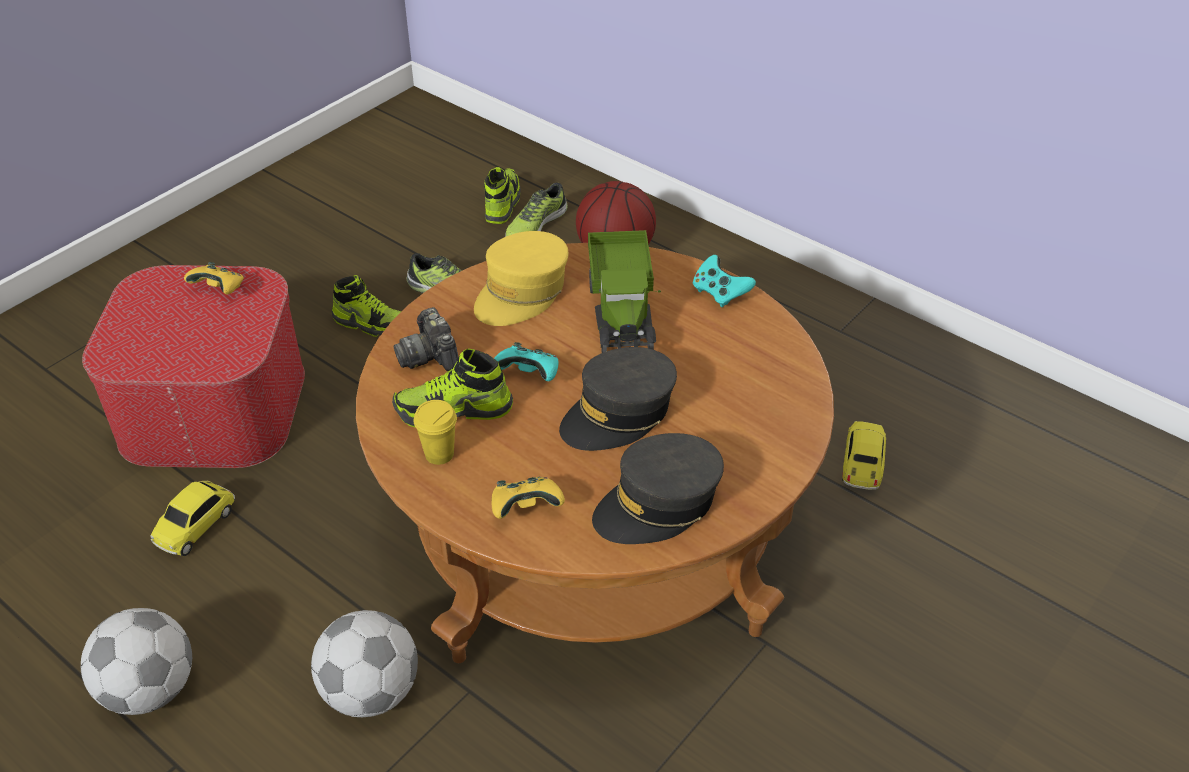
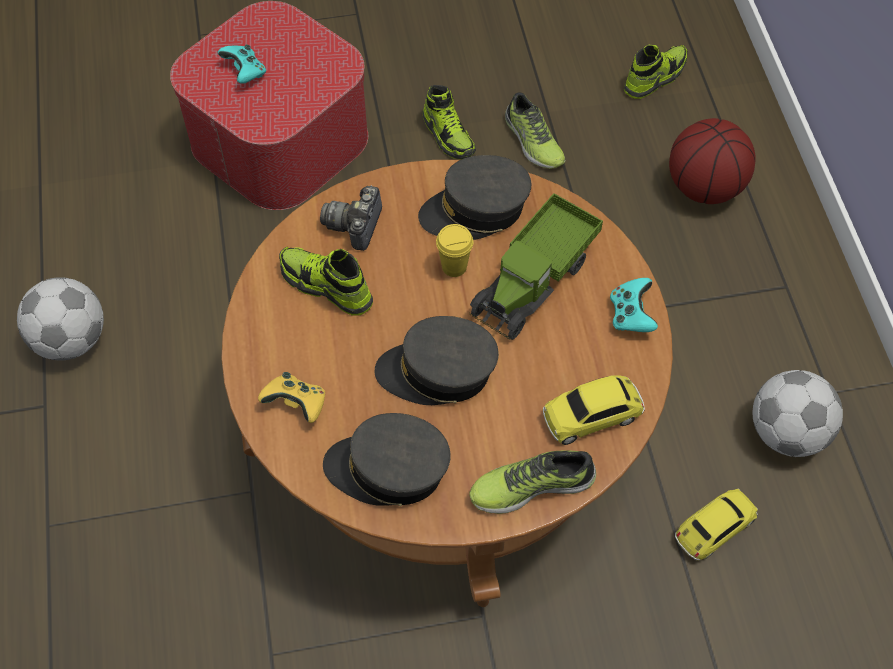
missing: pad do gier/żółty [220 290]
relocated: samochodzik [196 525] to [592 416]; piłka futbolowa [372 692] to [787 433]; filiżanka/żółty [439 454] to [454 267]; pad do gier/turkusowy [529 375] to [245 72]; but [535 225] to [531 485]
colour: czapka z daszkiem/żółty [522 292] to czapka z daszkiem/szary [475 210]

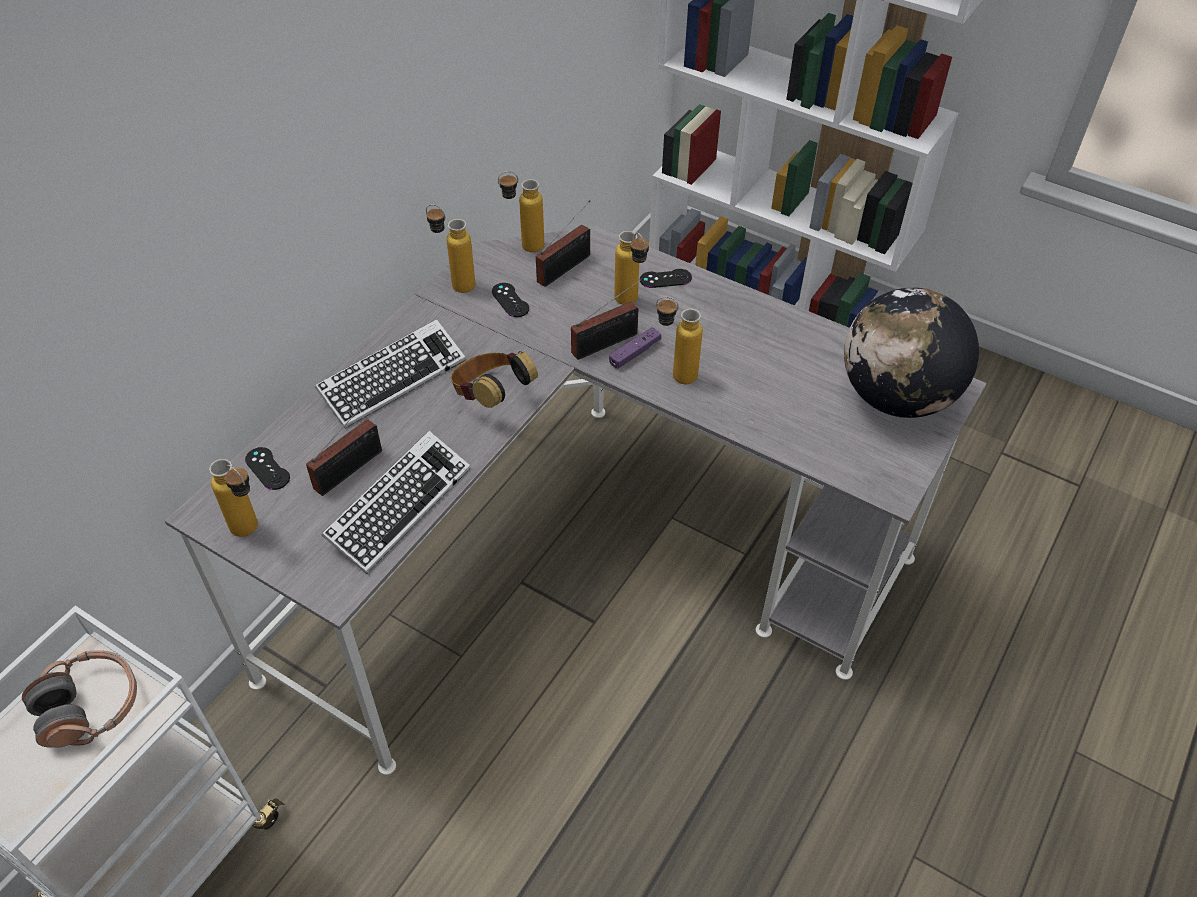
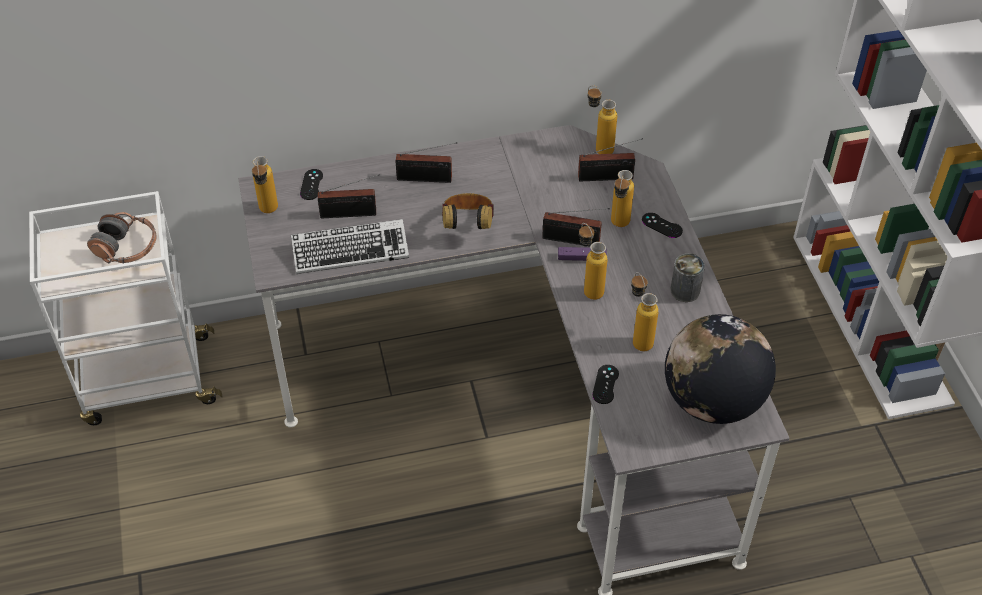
appeared: puszka [685 290]
relocated: butelka [454 284] to [638 338]; pad do gier/czarny [510 300] to [605 384]
exchanged: klawiatura [392 379] to radio [427 179]

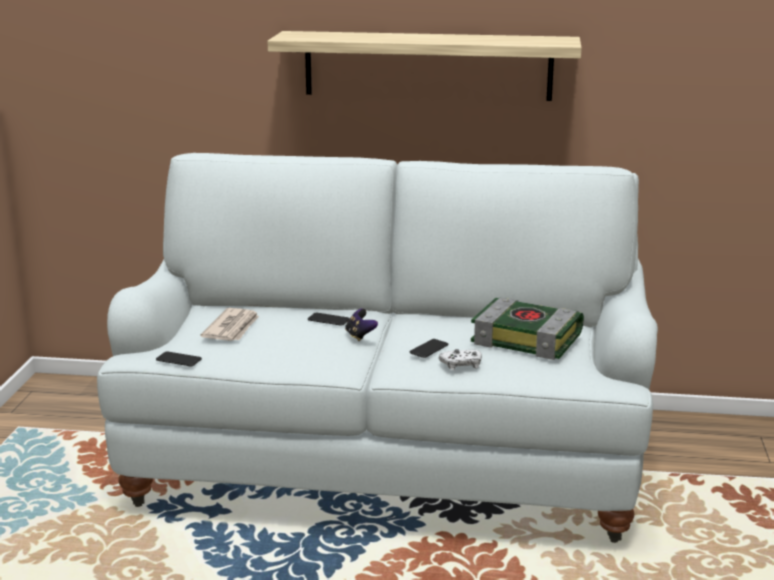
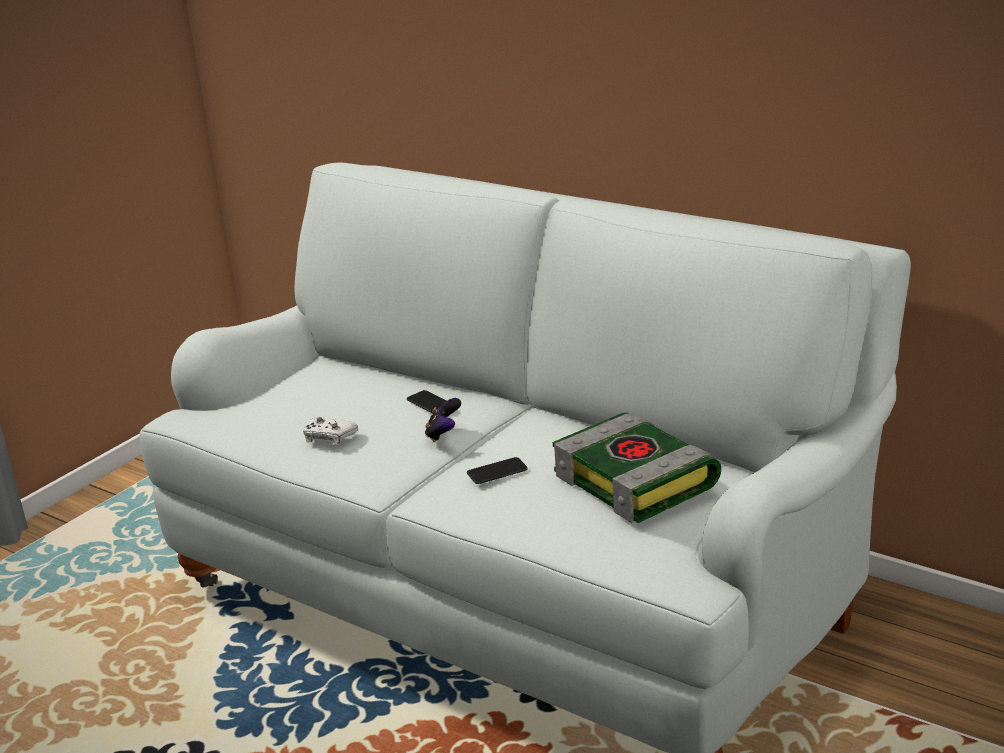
missing: telefon [178 360]; gazeta [232 328]; półka [427 65]
relocated: pad do gier/biały [461 364] to [328 437]

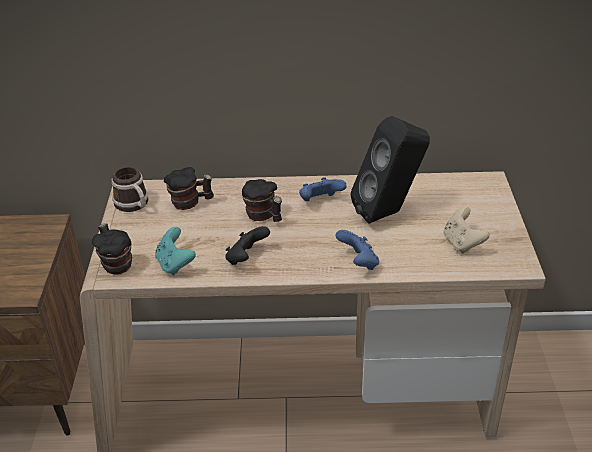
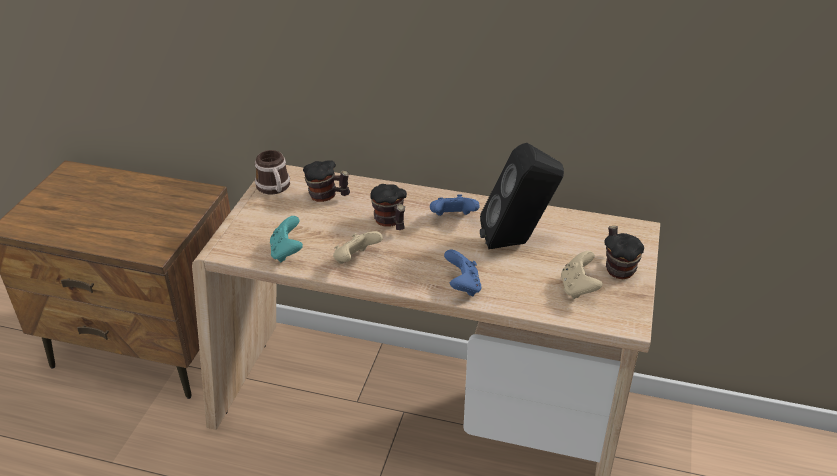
relocated: kubek [116 263] to [617 267]
colour: pad do gier/czarny [246 258] to pad do gier/beżowy [355 260]

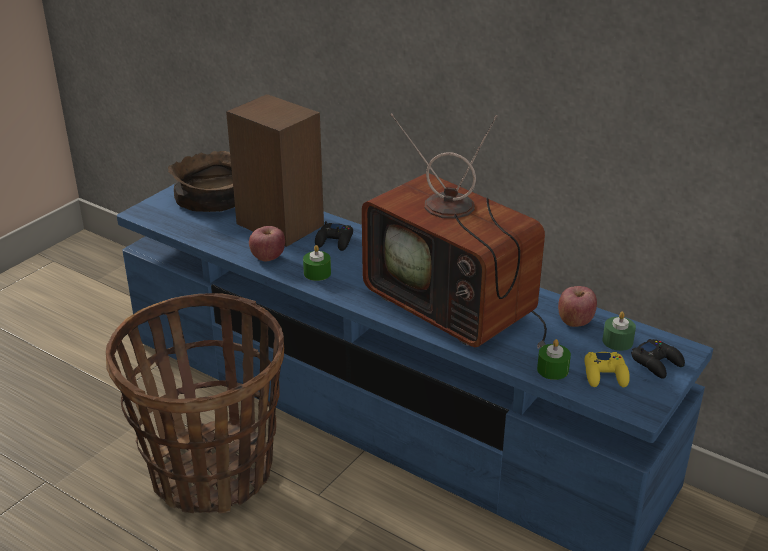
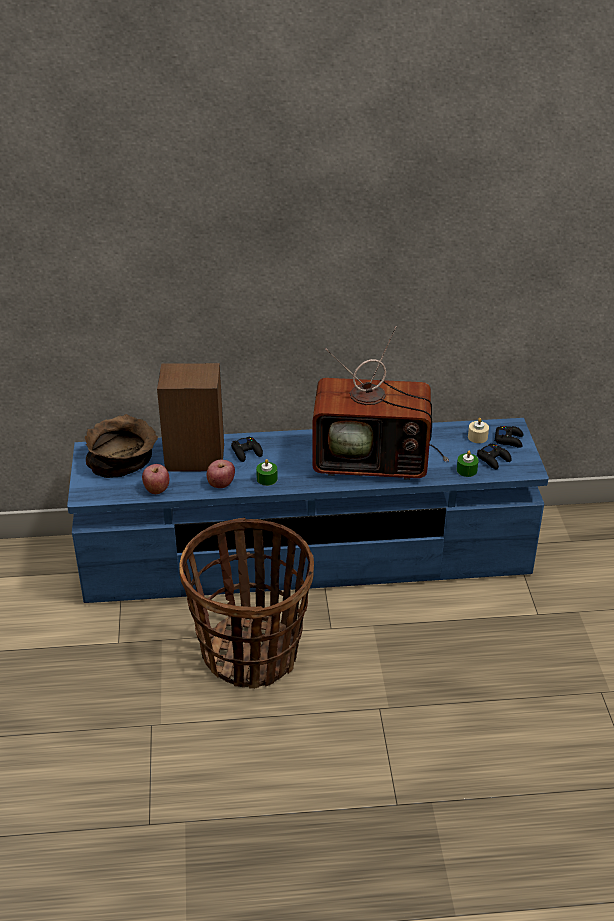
relocated: jabłko [575 321] to [156 489]
colour: pad do gier/żółty [605 375] to pad do gier/czarny [493 459]; świeca/zielony [617 341] to świeca/beżowy [477 437]

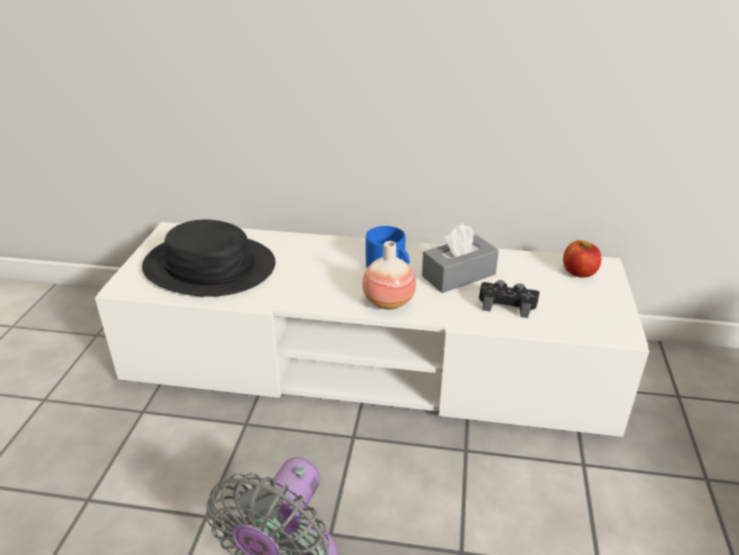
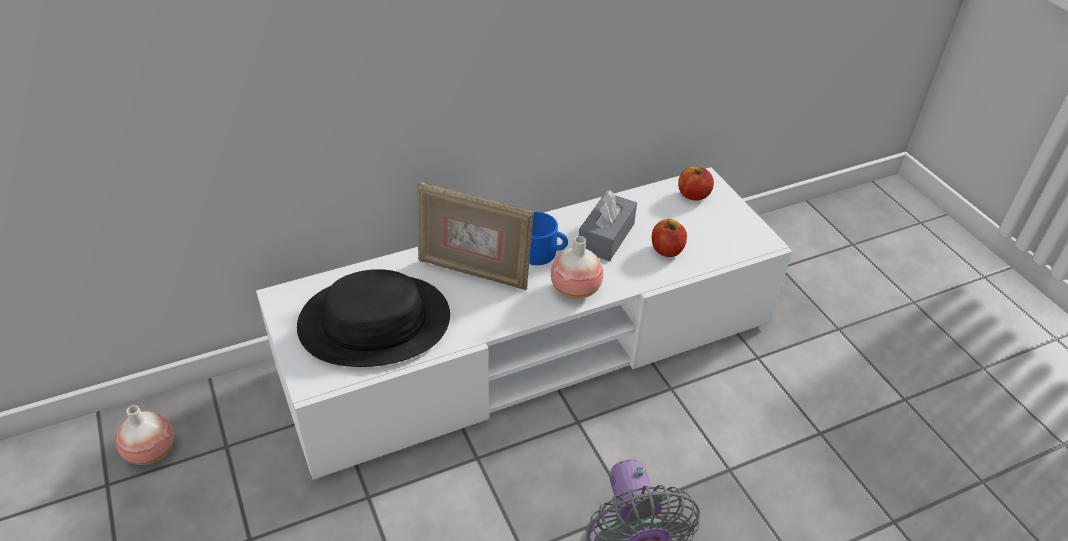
appeared: wazon [151 451]; ramka na zdjęcie [474 271]
exchanged: pad do gier/czarny [507 303] to jabłko [667 250]

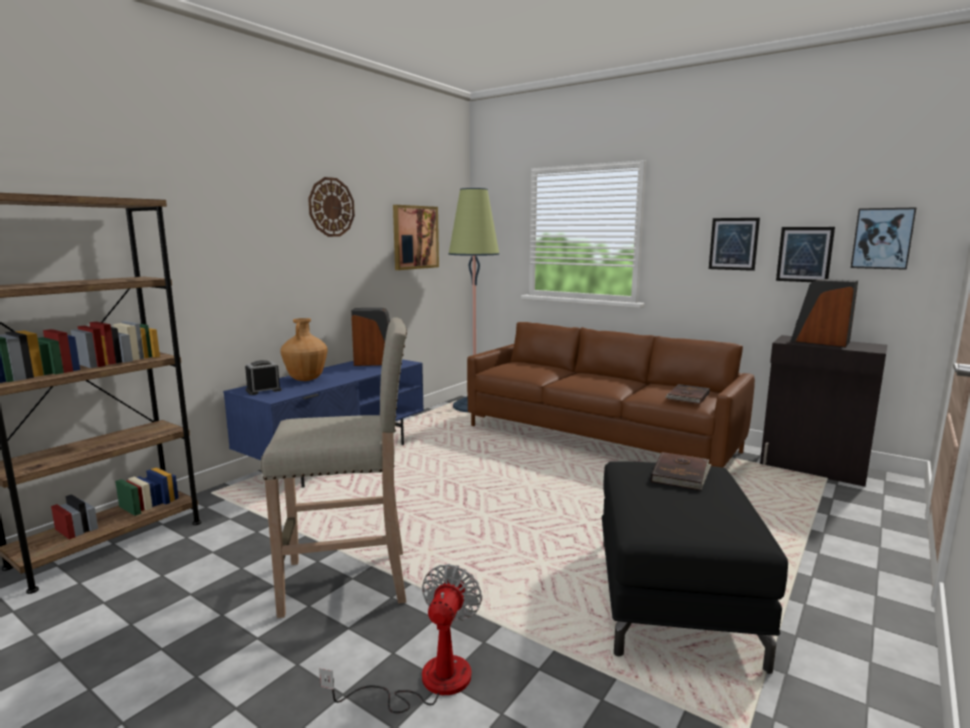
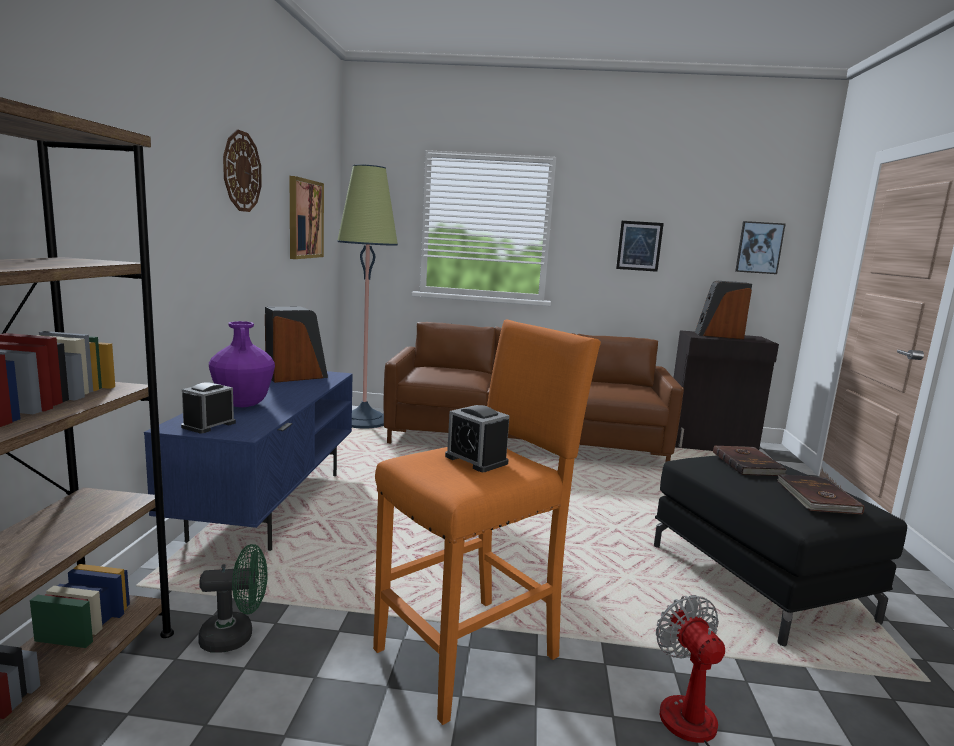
missing: obraz [804 254]
appeared: wentylator/zielony [235 636]; budzik [476 460]
relocated: książka/brązowy [687 396] to [816 497]
colour: stołek/beżowy [349 582] to stołek/pomarańczowy [471 652]; wazon/brązowy [306 379] to wazon/fioletowy [243 405]

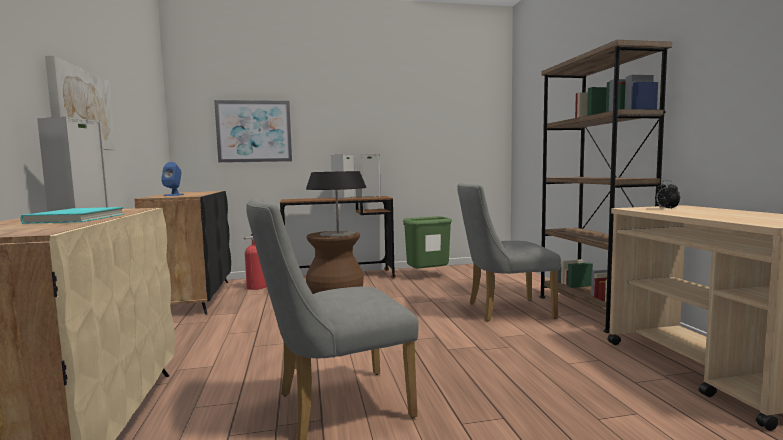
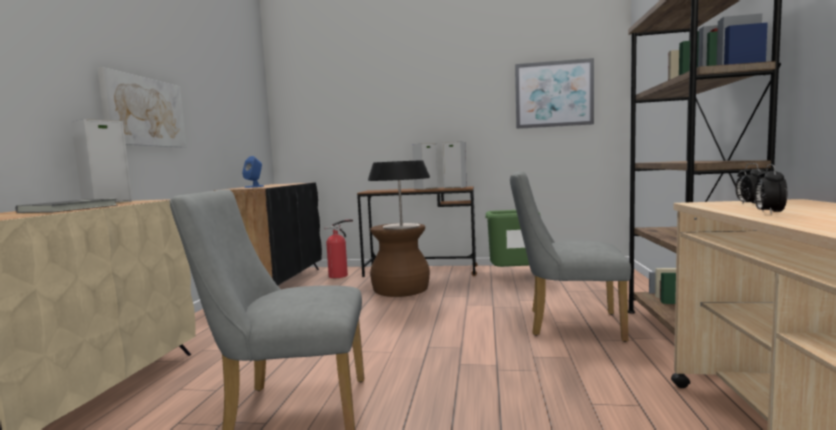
appeared: budzik [768 213]
relocated: obraz [254 131] to [554 94]
colour: książka/turkusowy [80 218] to książka/szary [72 208]

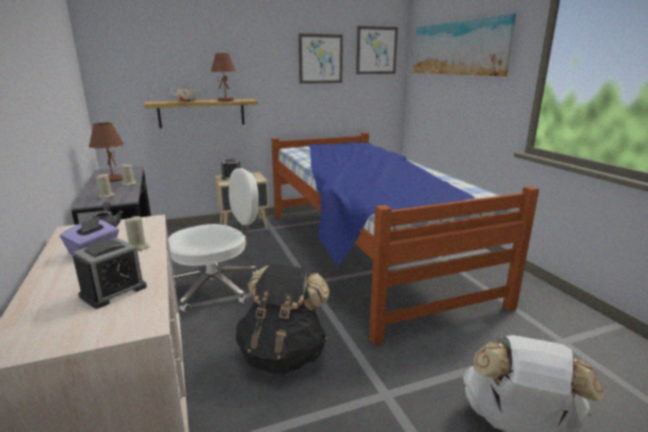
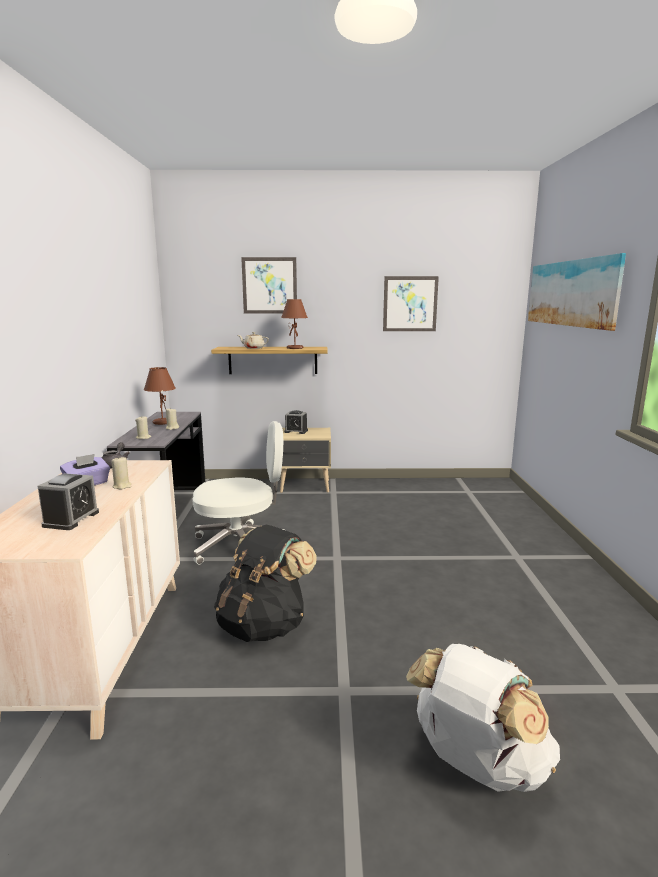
missing: łóżko [365 252]
relocated: obraz [376 50] to [269 285]
spun: budzik [113 291] = [71 519] 45 degrees counterclockwise

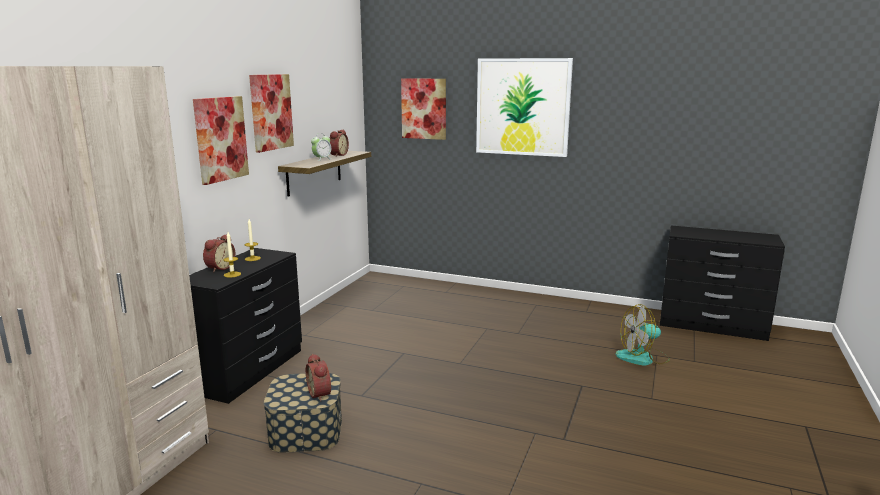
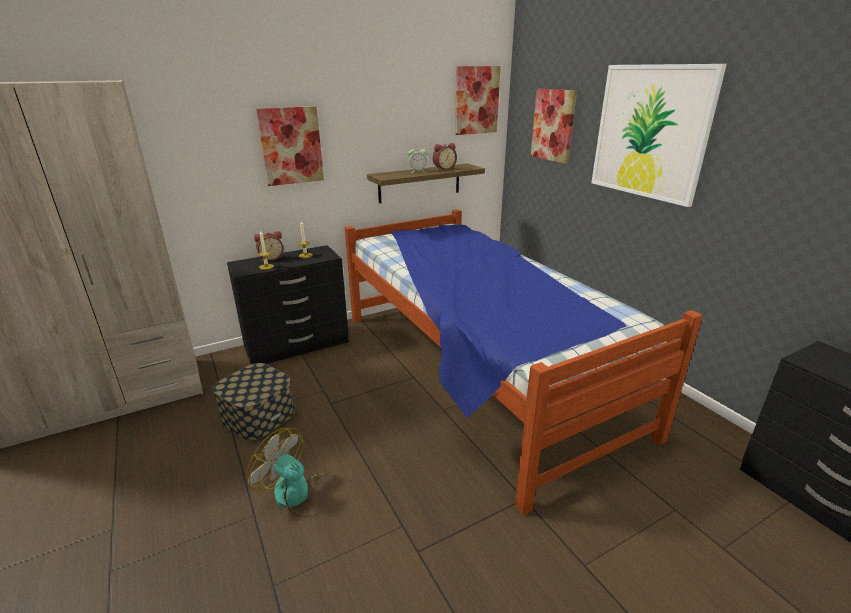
missing: budzik [321 393]
appeared: łóżko [476 369]
relocated: obraz [271 112] to [476 100]; wentylator [642 358] to [299 494]

